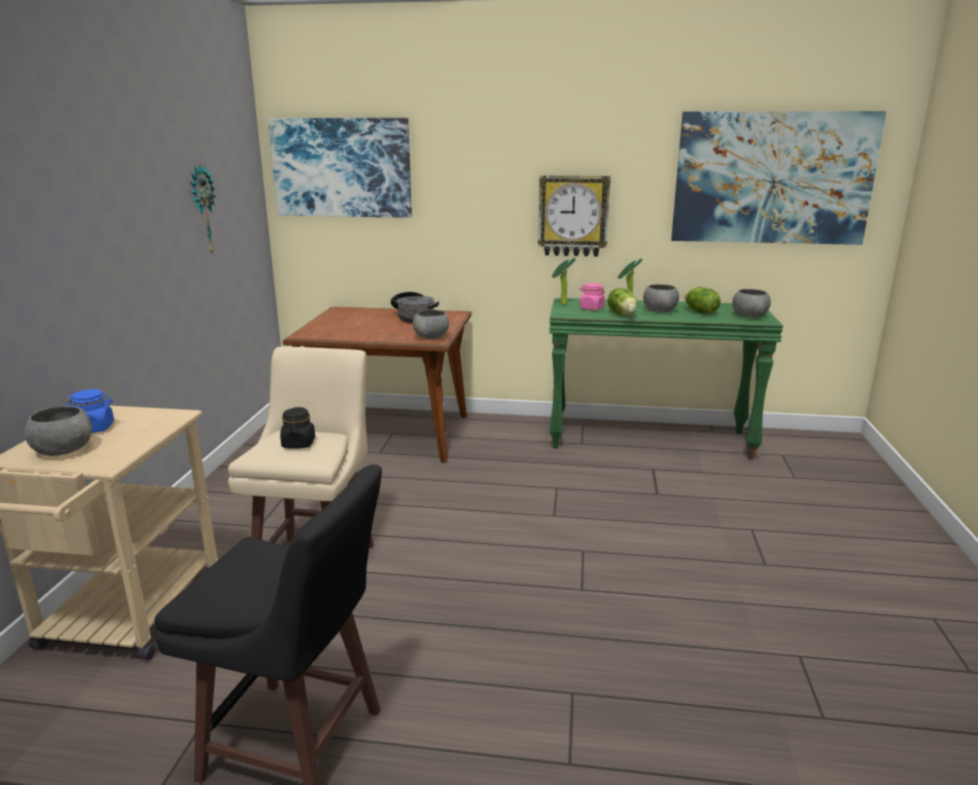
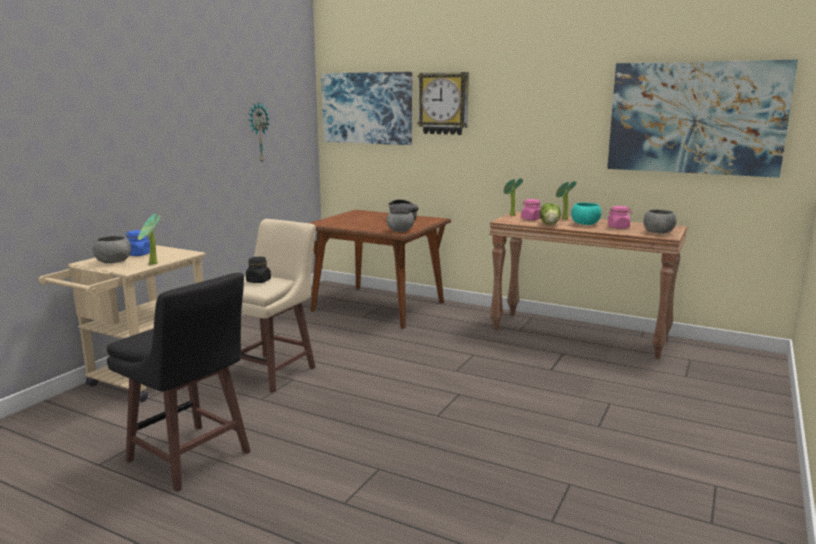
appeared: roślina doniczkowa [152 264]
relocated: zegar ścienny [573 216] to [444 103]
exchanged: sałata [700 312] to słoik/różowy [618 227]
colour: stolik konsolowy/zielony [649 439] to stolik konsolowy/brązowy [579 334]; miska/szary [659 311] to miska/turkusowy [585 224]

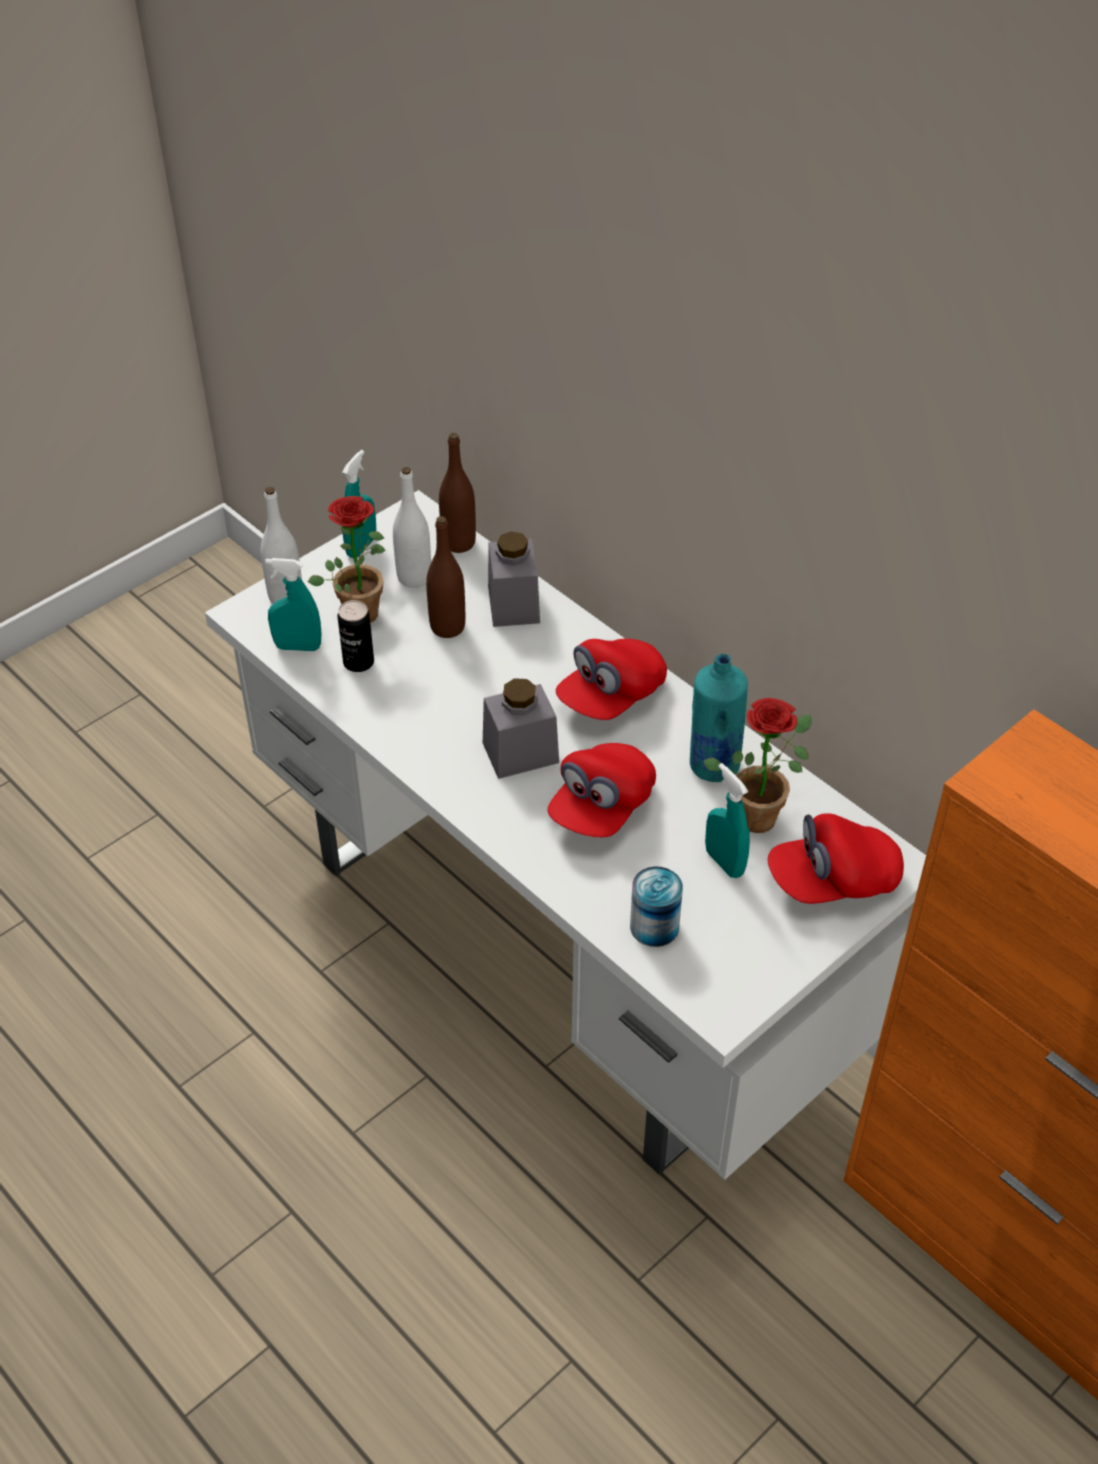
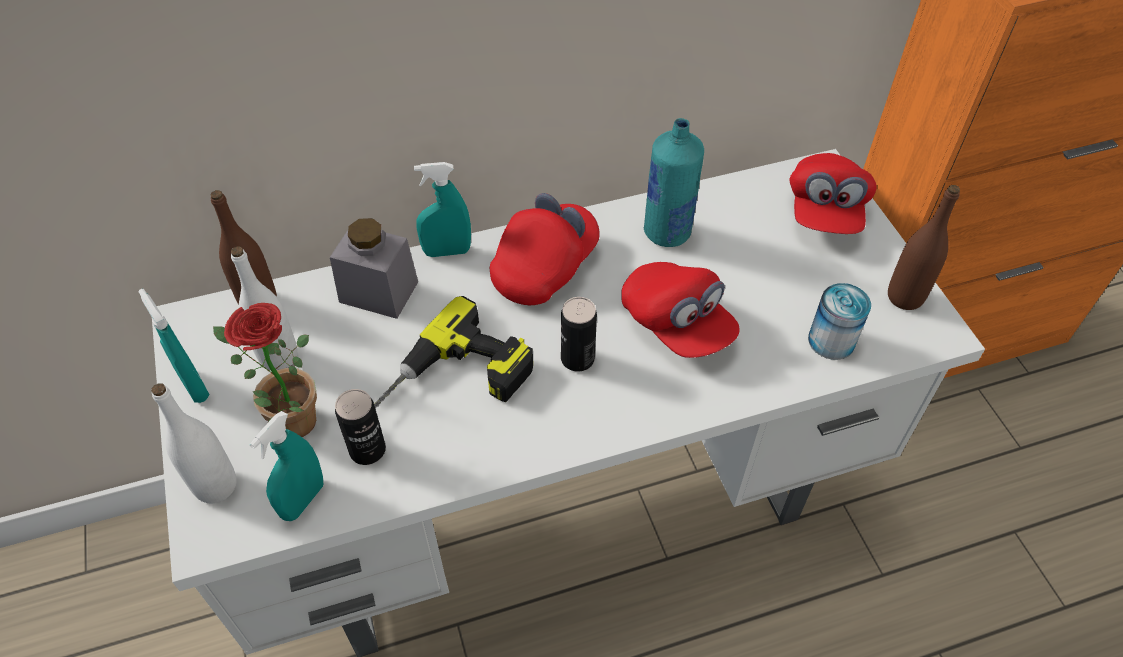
missing: roślina doniczkowa [760 812]
appeared: wiertarka [455 382]
relocated: butelka/brązowy [447 627] to [905 297]; spryskiwacz/turkusowy [724 862] to [447 251]
exchanged: słoik/szary [520 753] to puszka [577 359]
spun: czapka z daszkiem/czerwony [611 696] = [545 267] 120 degrees counterclockwise

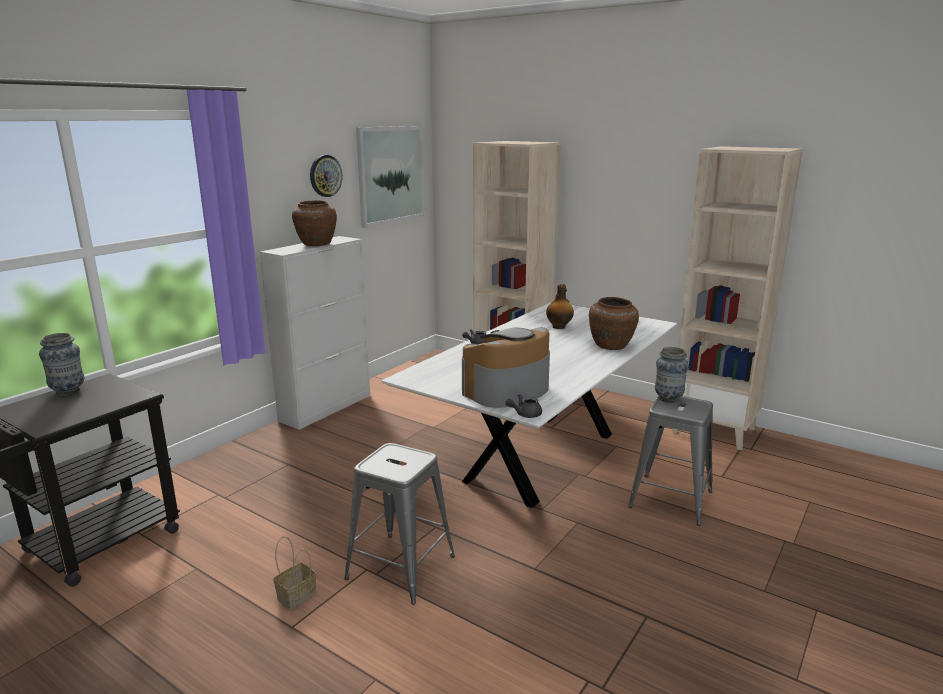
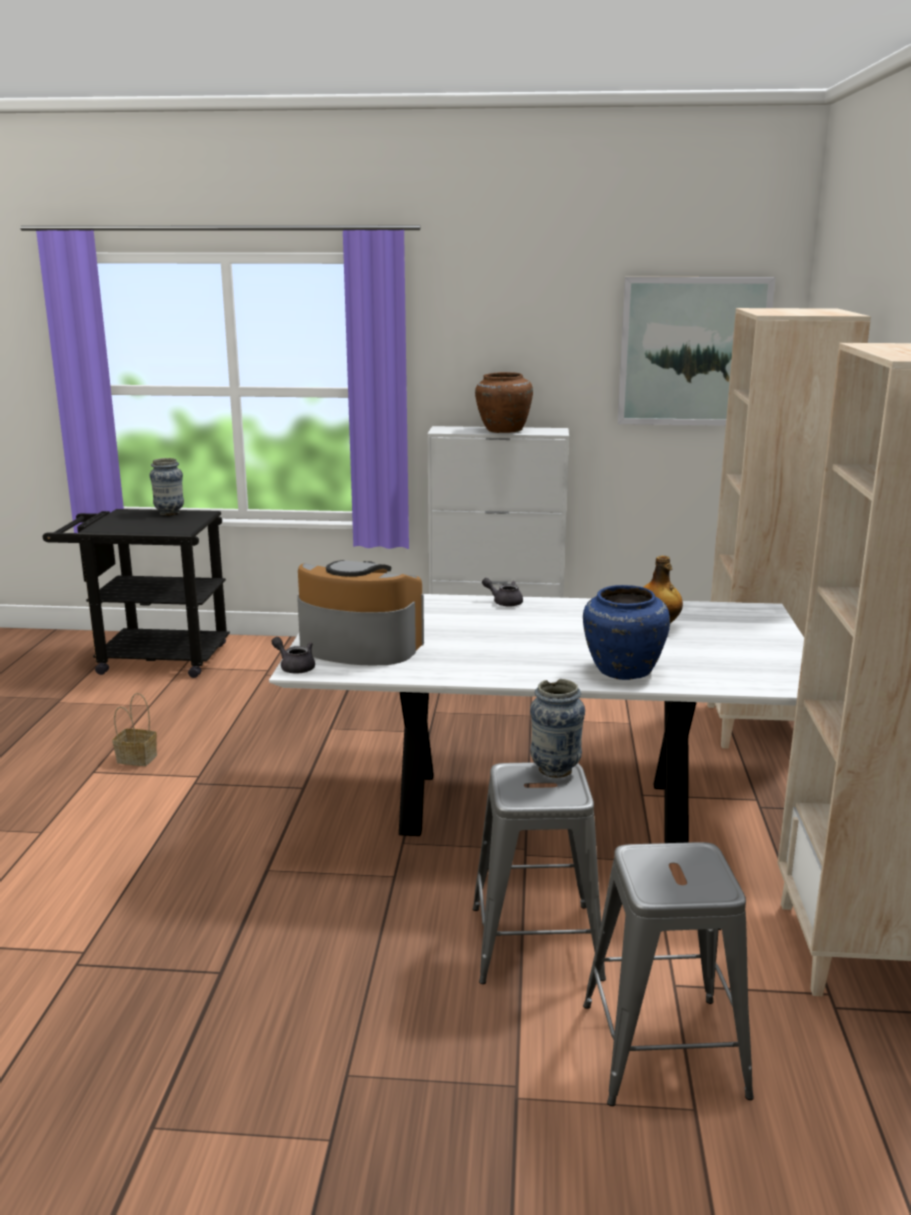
missing: zegar ścienny [325 176]
relocated: stołek/szary [401 567] to [664 1050]
colour: wazon/brązowy [611 346] to wazon/niebieski [621 671]

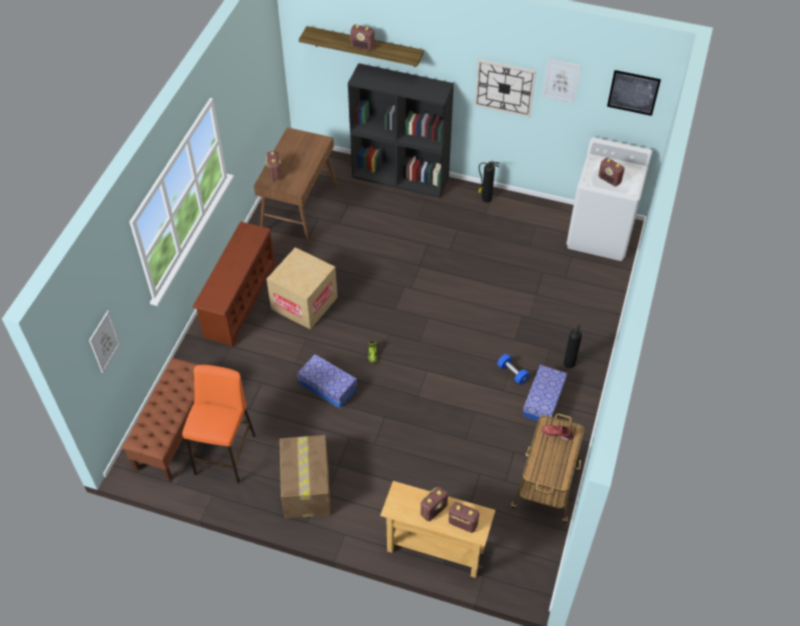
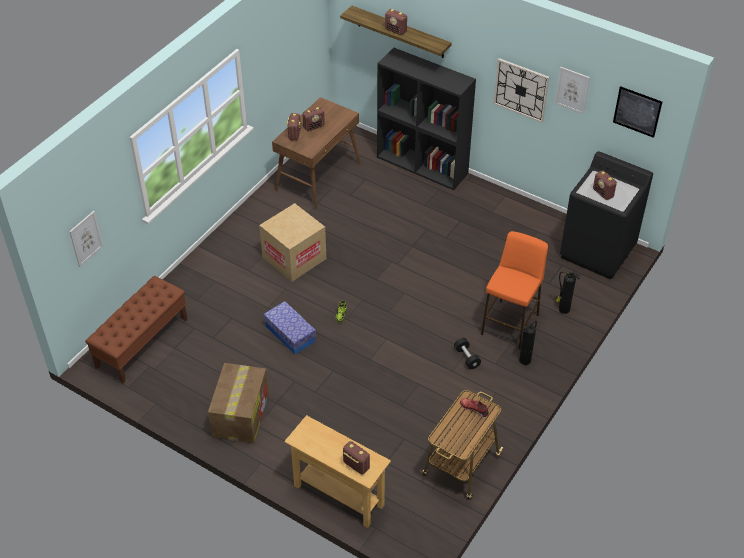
missing: regał na buty/brązowy [239 300]; pojemnik do przechowywania [543 400]
relocated: stołek/pomarańczowy [225 454] to [510 324]; radio [433 510] to [314 126]; gaśnica [485 198] to [563 309]
colour: hantel/niebieski [512 373] to hantel/czarny [467 358]; pralka/biały [600 234] to pralka/czarny [598 251]

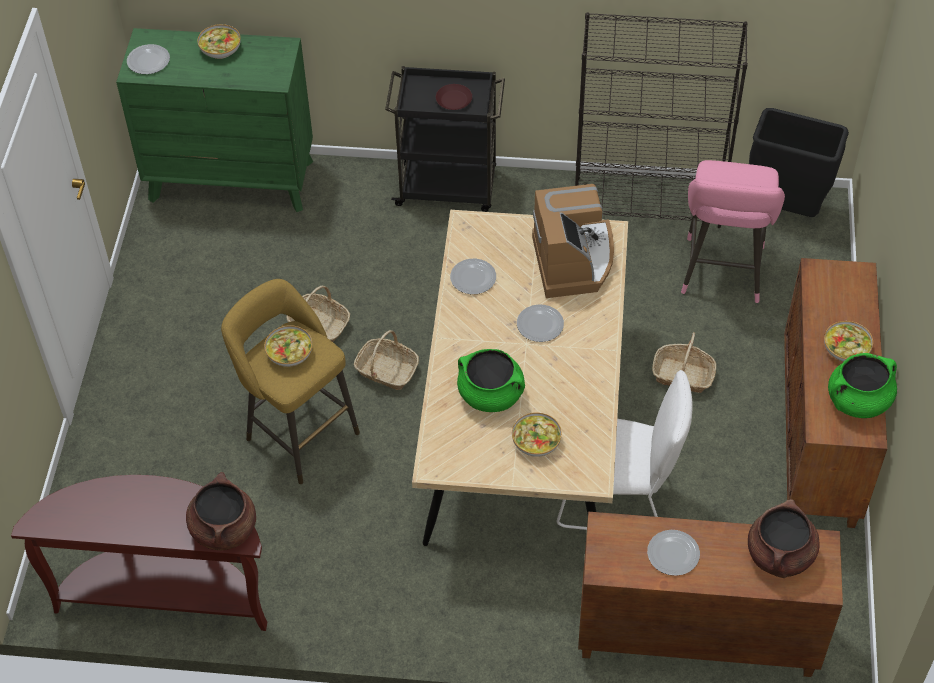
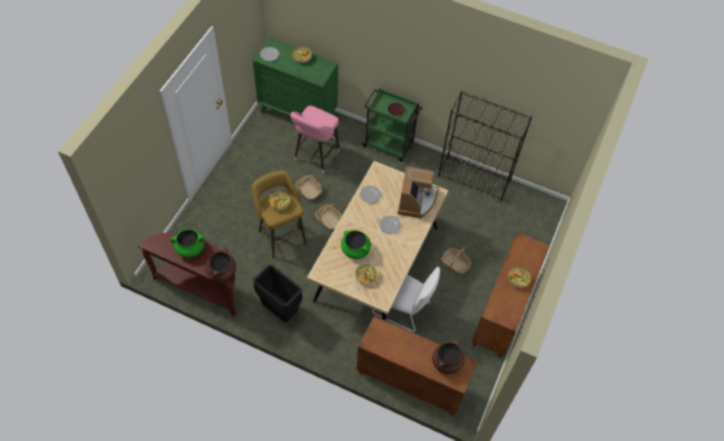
missing: talerz [672 554]
relocated: stołek/różowy [722 274] to [315 157]; kosz na śmieci/czarny [785 210] to [279 311]; garnek/zielony [858 401] to [190 249]
colour: wózek/czarny [448 187] to wózek/zielony [389 145]

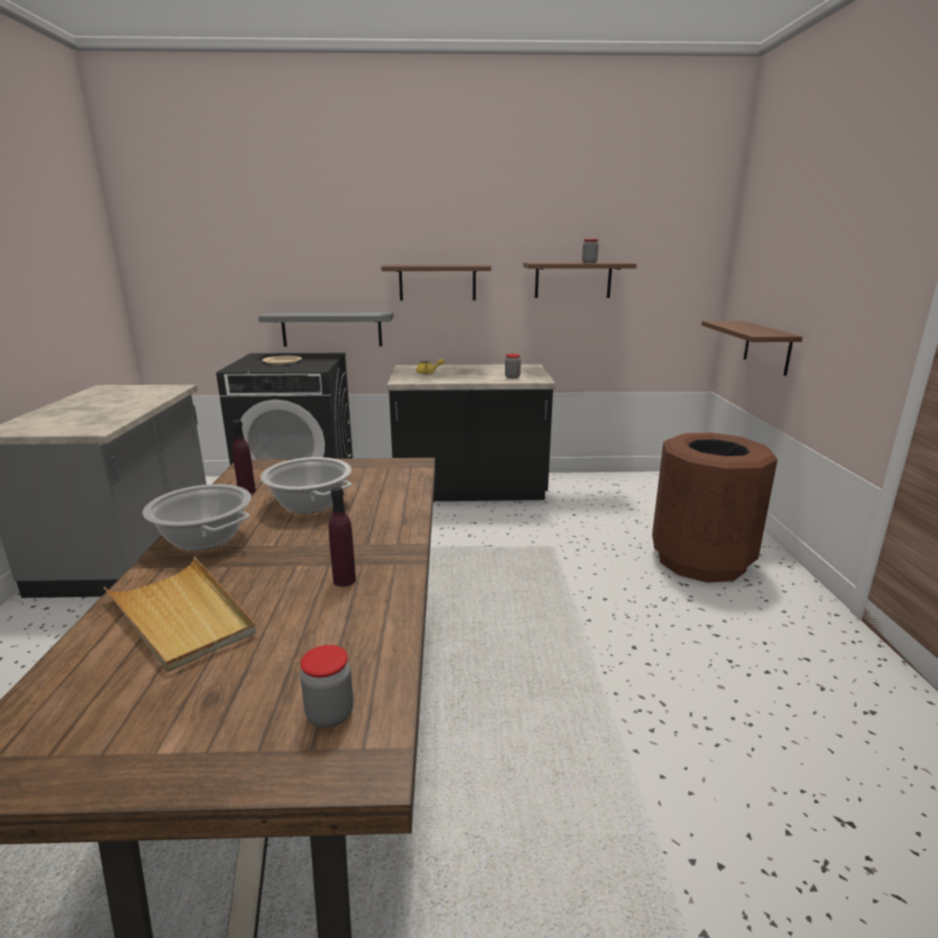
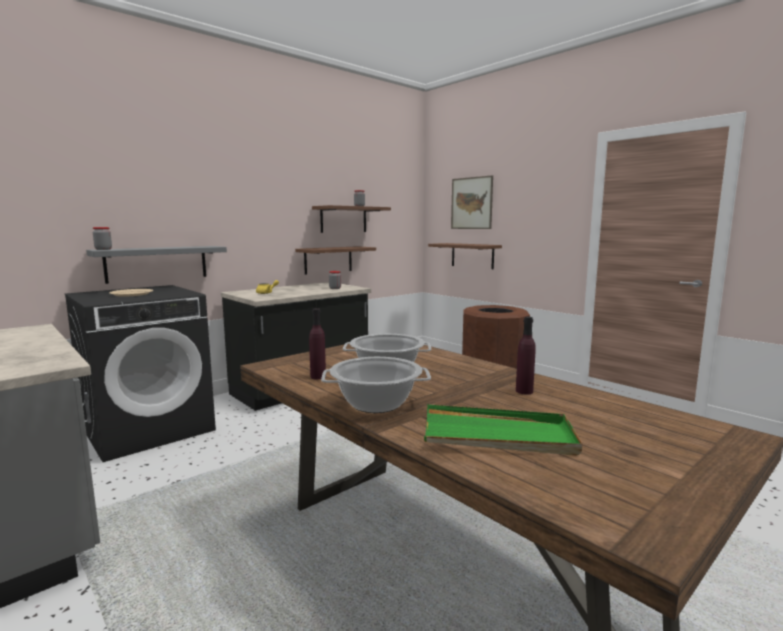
appeared: obraz [471 203]
relocated: słoik [330 714] to [103 249]; półka/brązowy [437 282] to [328 260]
colour: taca/beżowy [181 616] to taca/zielony [498 435]

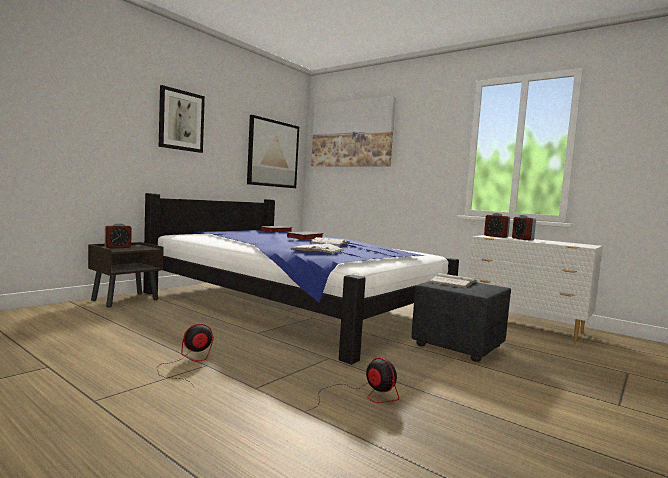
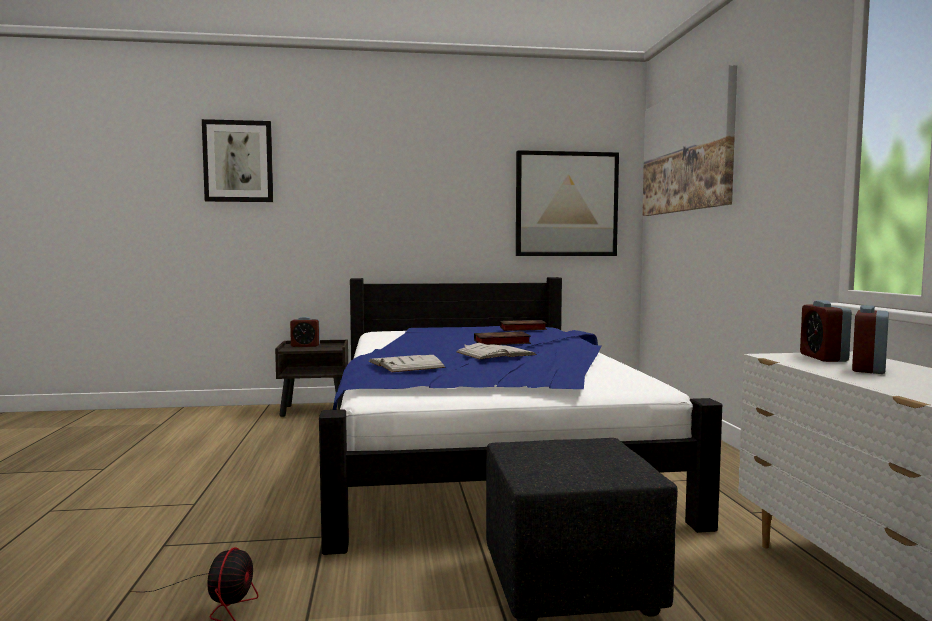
missing: wentylator [189 362]; książka/biały [453 282]
relocated: obraz [181 120] to [238 161]

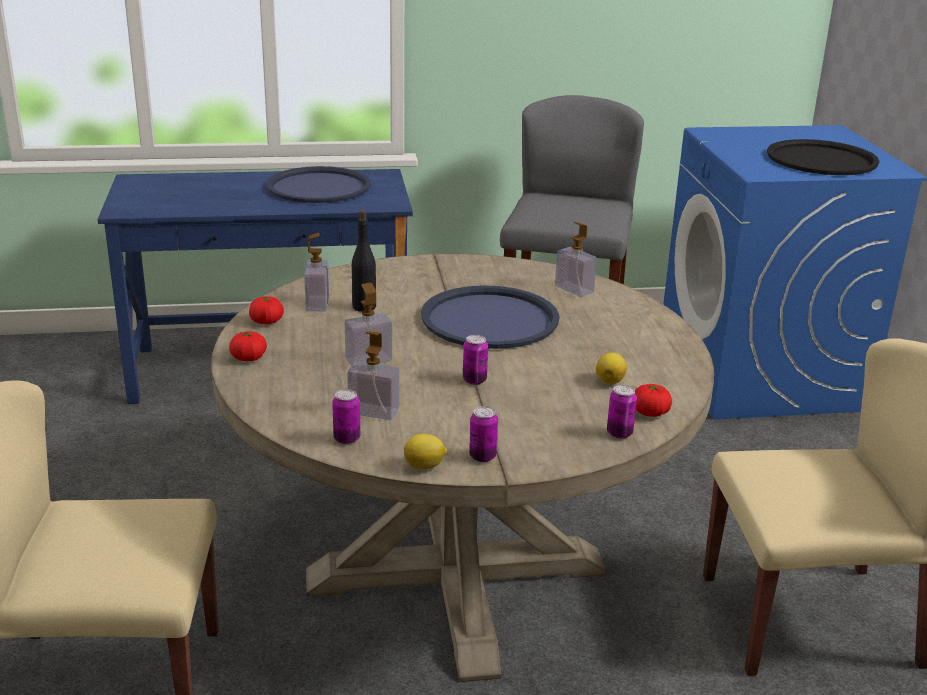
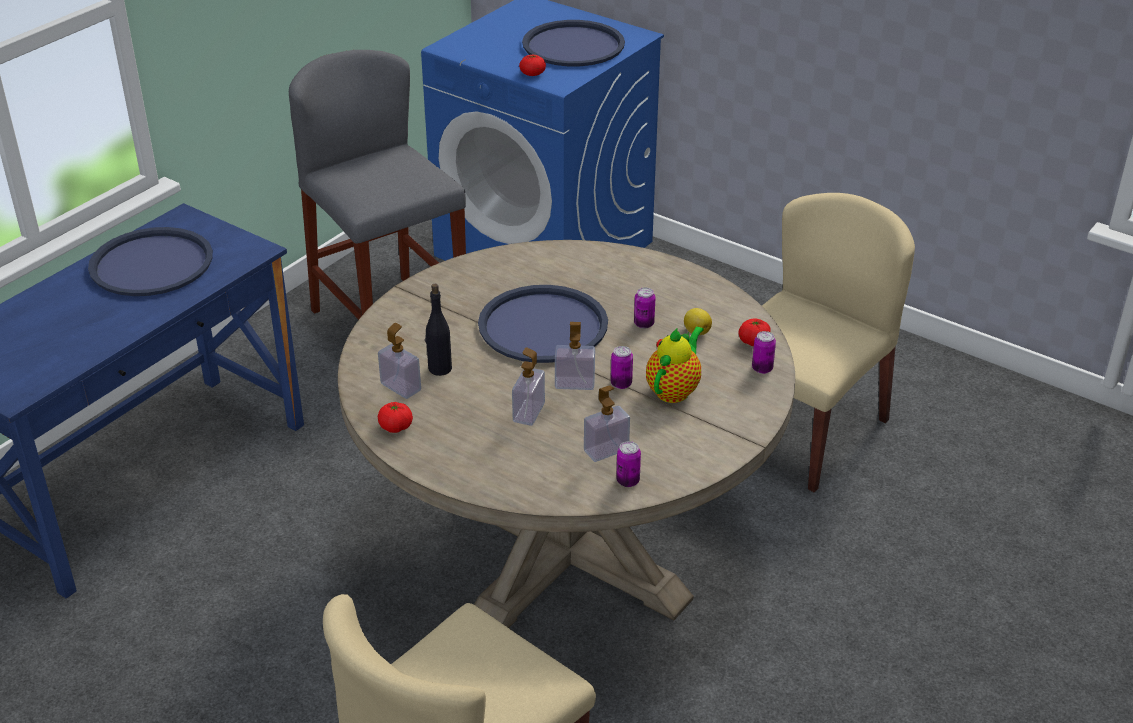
missing: cytryna [425 466]
appeared: imbryk [674 390]
relocated: pomidor [248 358] to [532 74]; puszka [482 456] to [644 324]; dozownik mydła [574 289] to [574 383]
colour: taca/czarny [821 159] to taca/niebieski [573 45]

